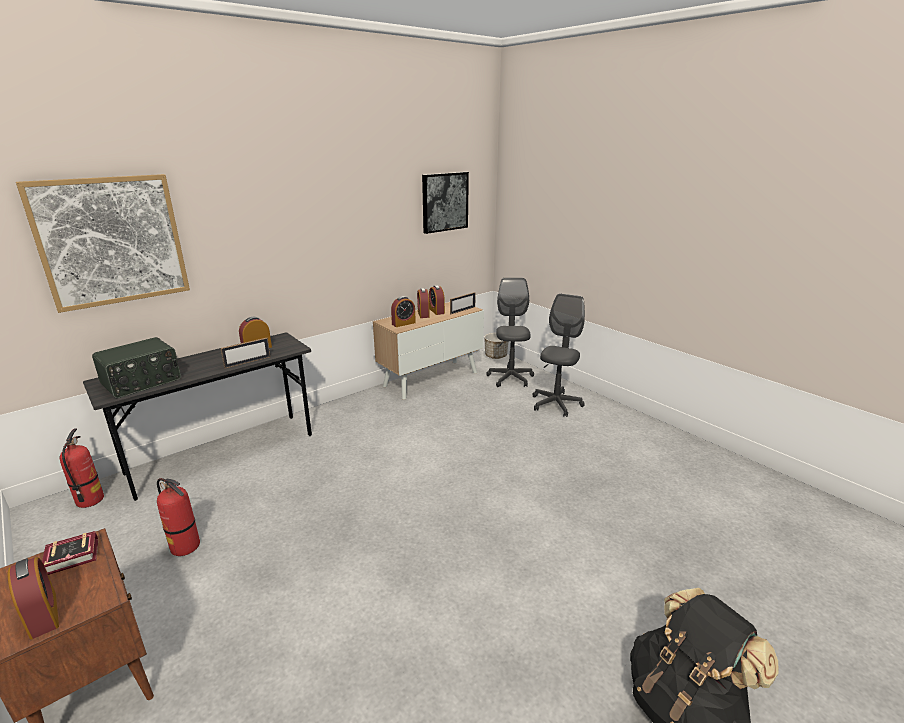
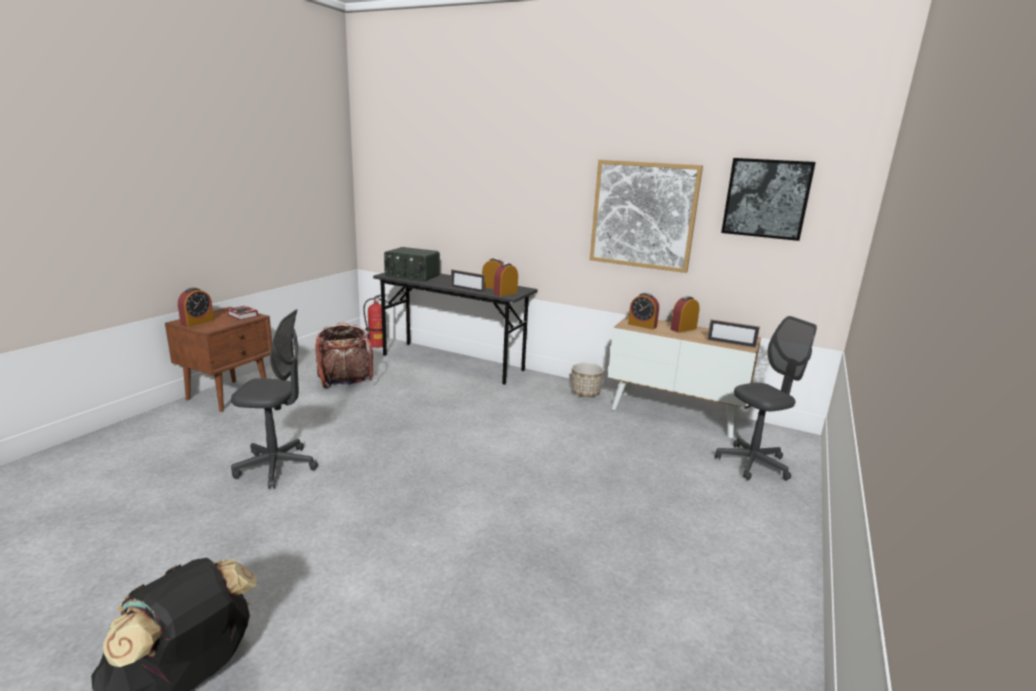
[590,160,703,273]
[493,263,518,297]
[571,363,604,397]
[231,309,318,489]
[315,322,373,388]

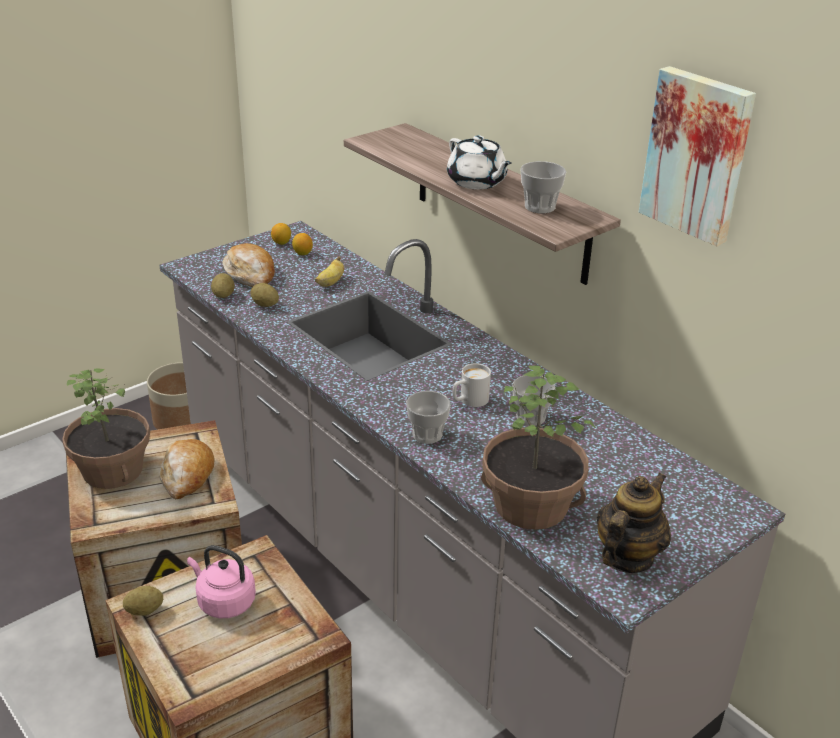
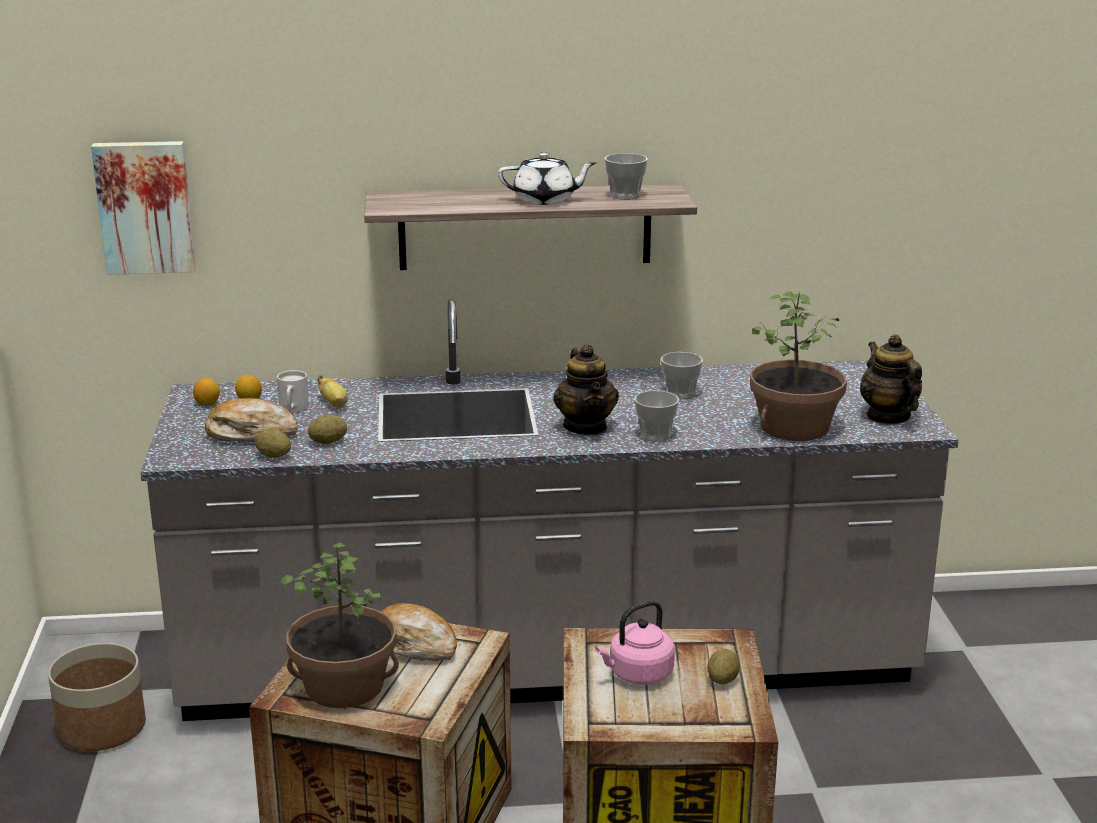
[553,344,619,435]
[707,649,740,684]
[277,370,309,413]
[91,141,196,275]

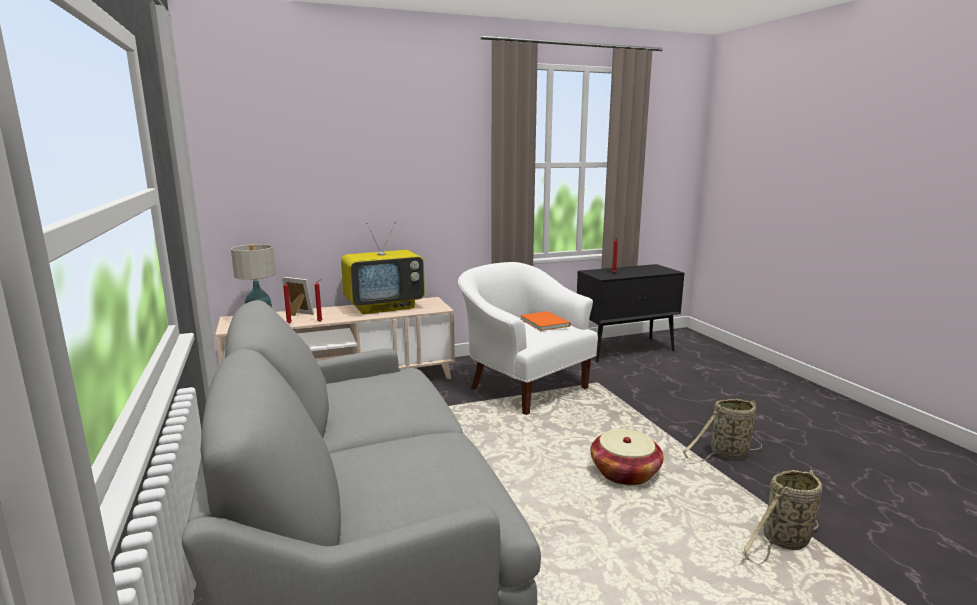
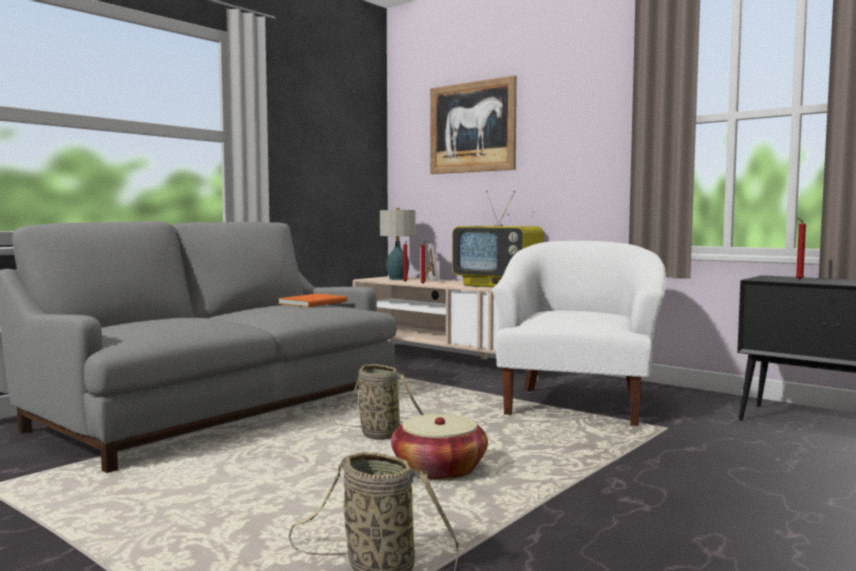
[430,75,517,174]
[278,294,347,307]
[332,364,424,440]

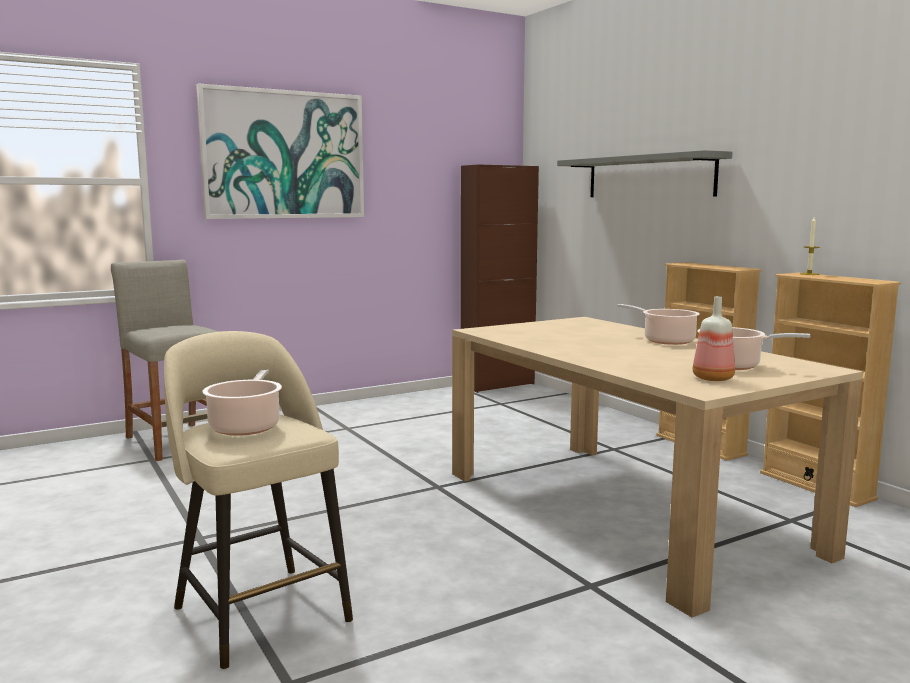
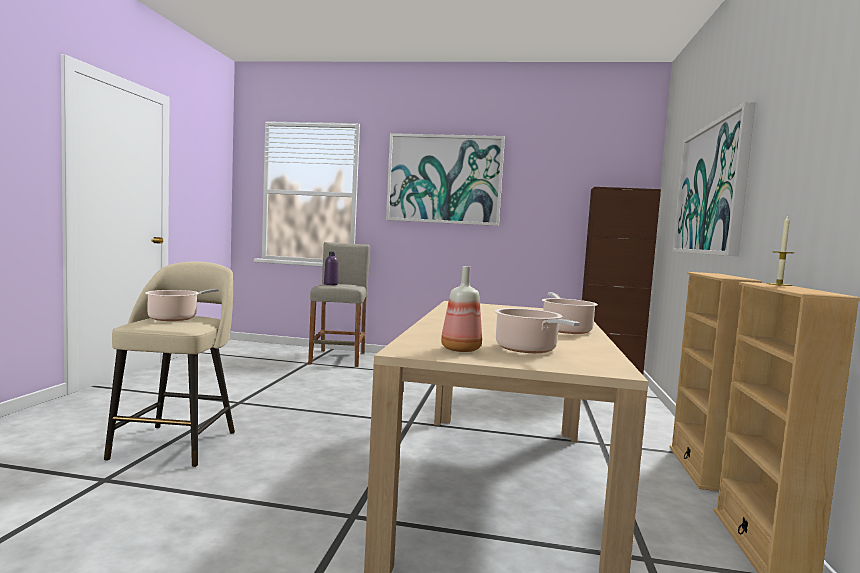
[324,252,338,285]
[672,102,756,256]

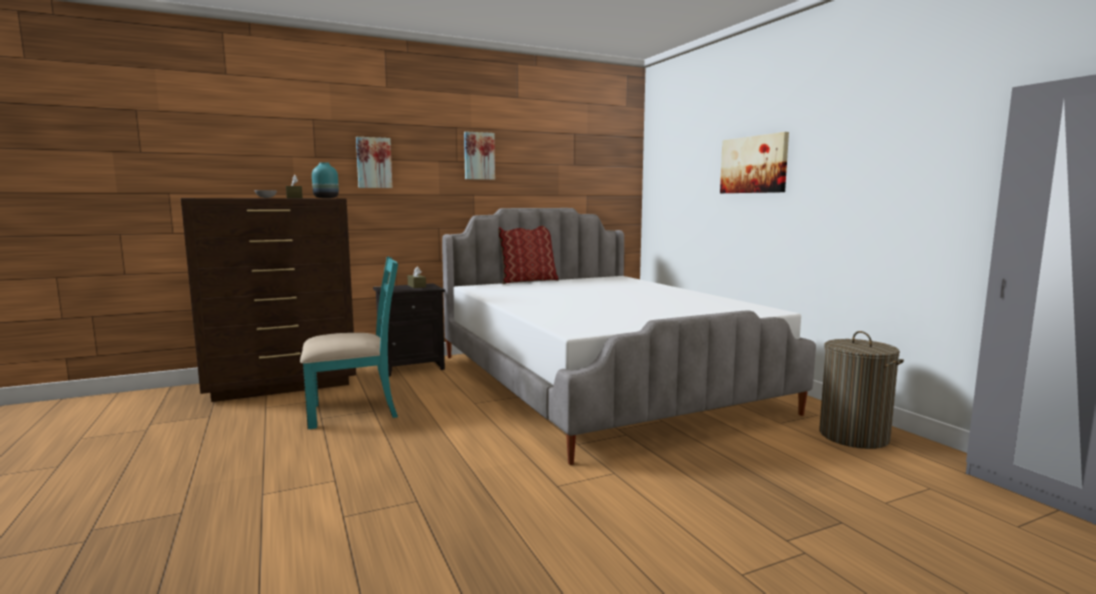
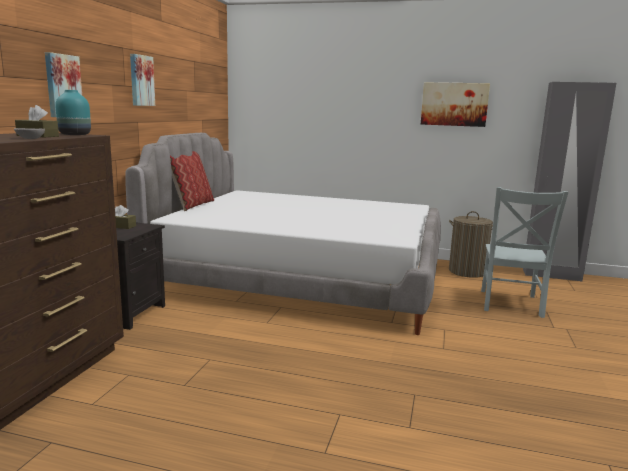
[300,256,398,429] (first image)
[481,187,569,318]
[421,82,490,127]

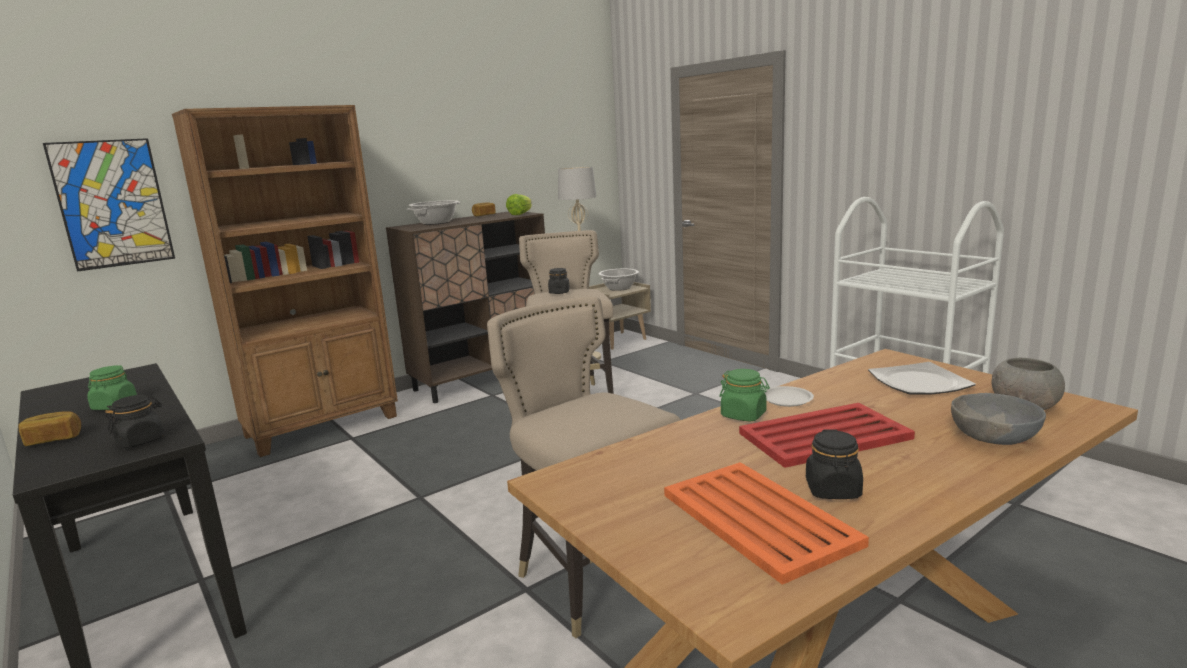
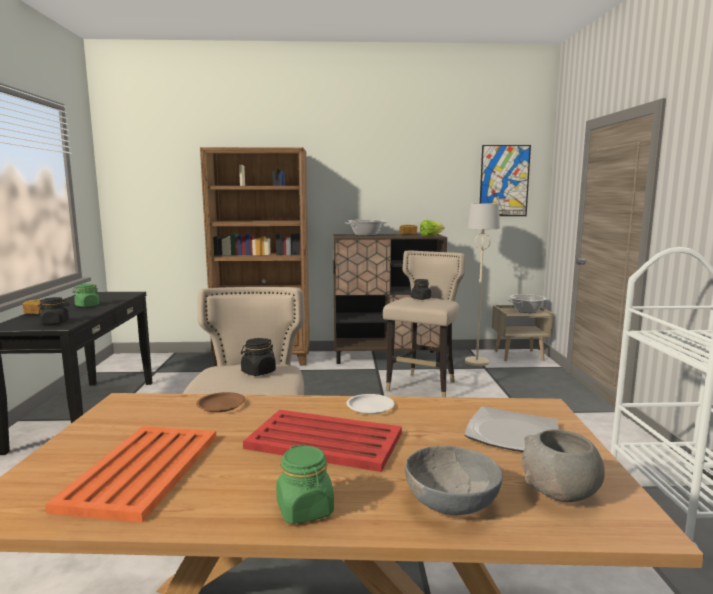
[196,392,245,412]
[480,145,531,216]
[276,444,334,524]
[241,338,276,376]

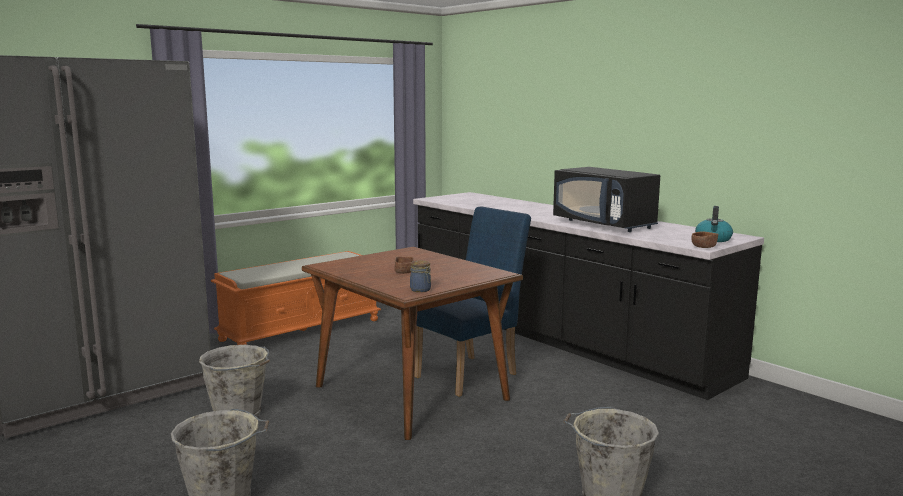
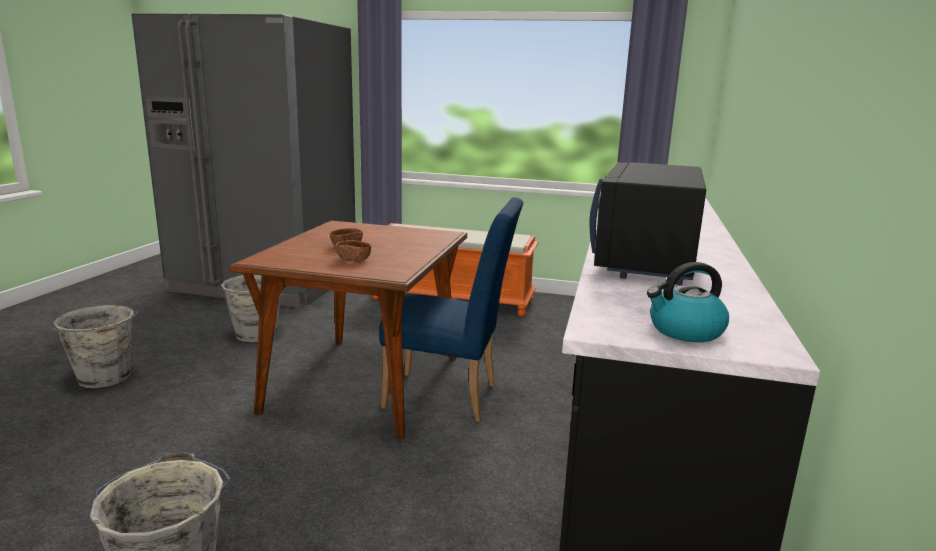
[410,261,431,292] (first image)
[335,240,371,262]

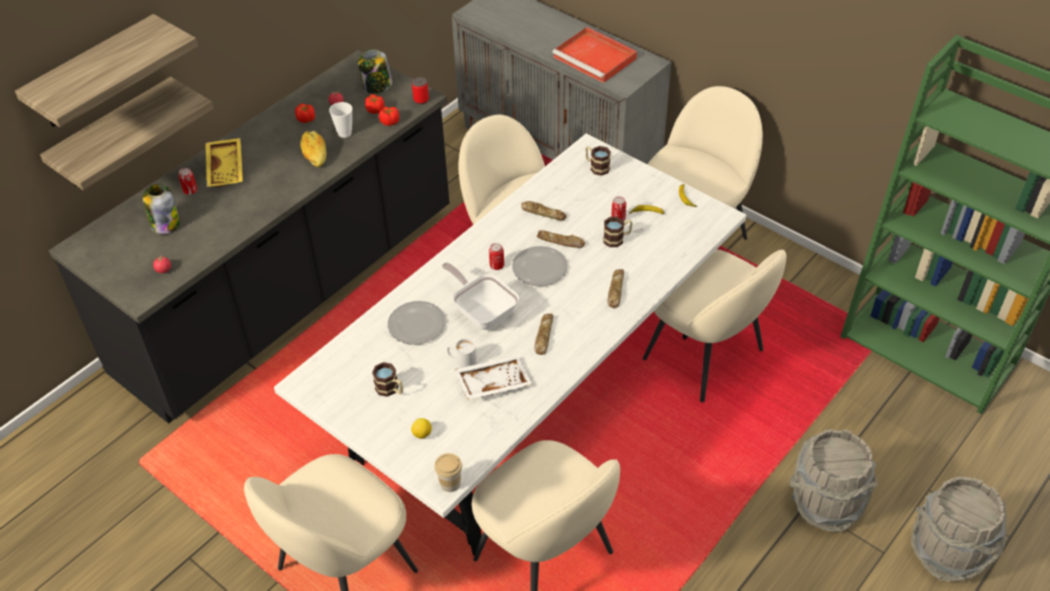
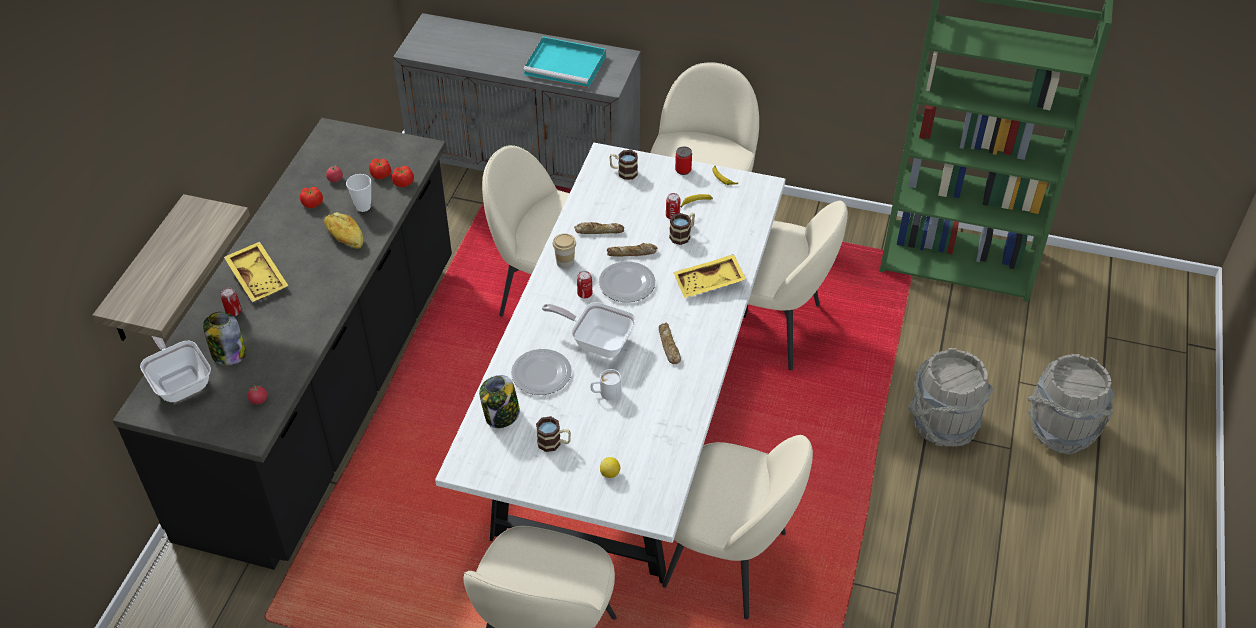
[15,14,198,127] (first image)
[454,355,533,399] (first image)
[140,336,211,402]
[479,375,520,428]
[675,146,692,175]
[553,233,576,269]
[673,254,746,298]
[523,36,606,88]

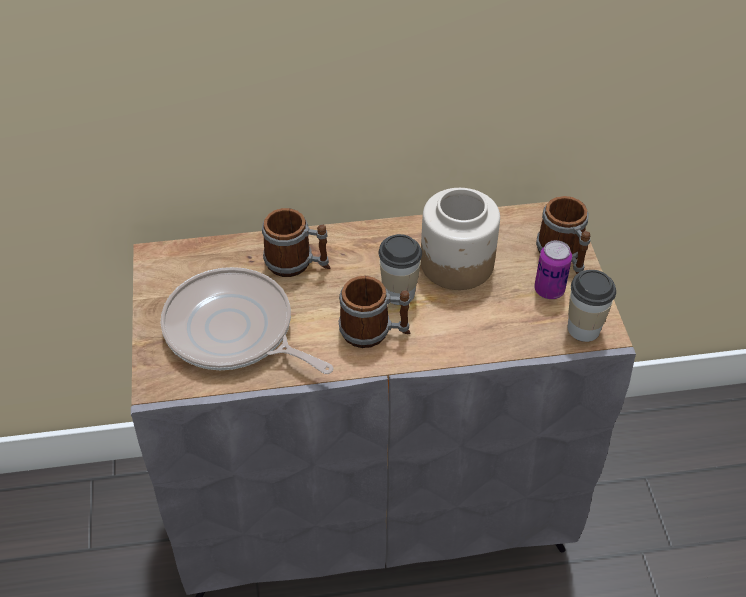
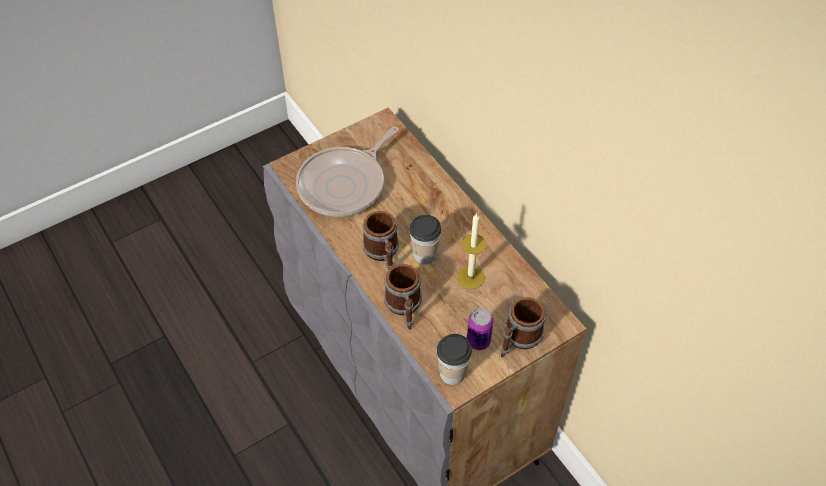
[384,264,422,330]
[457,213,486,289]
[296,126,399,217]

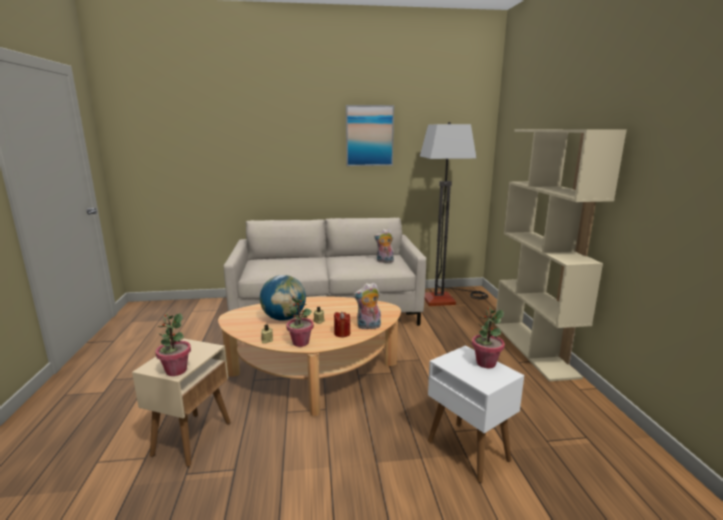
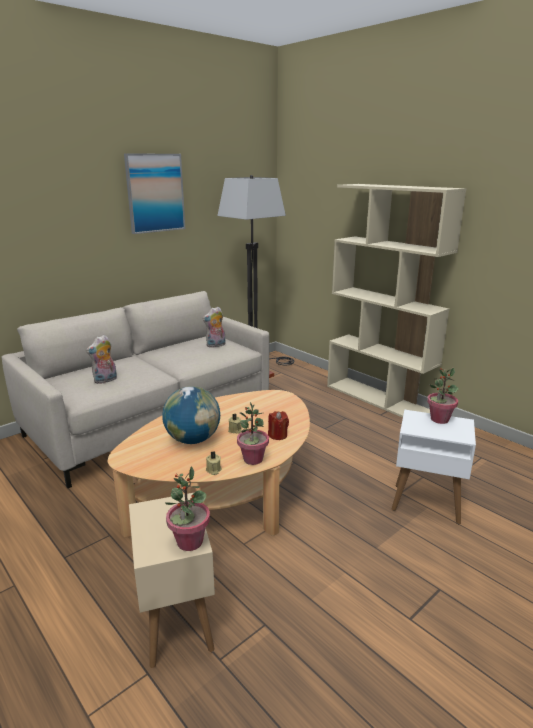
[86,335,117,384]

